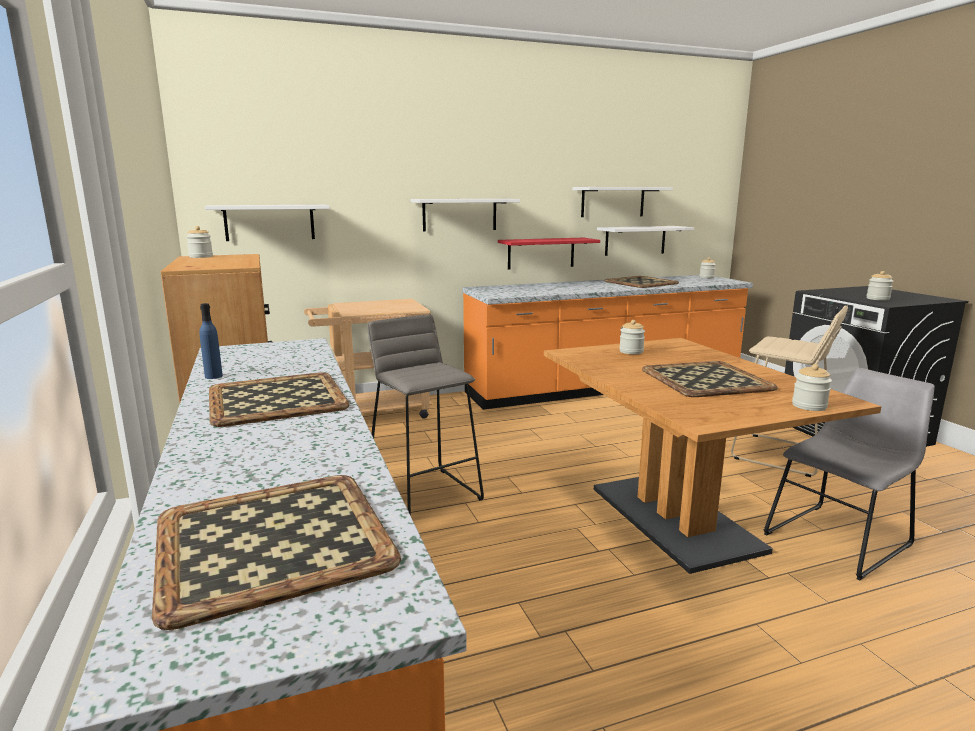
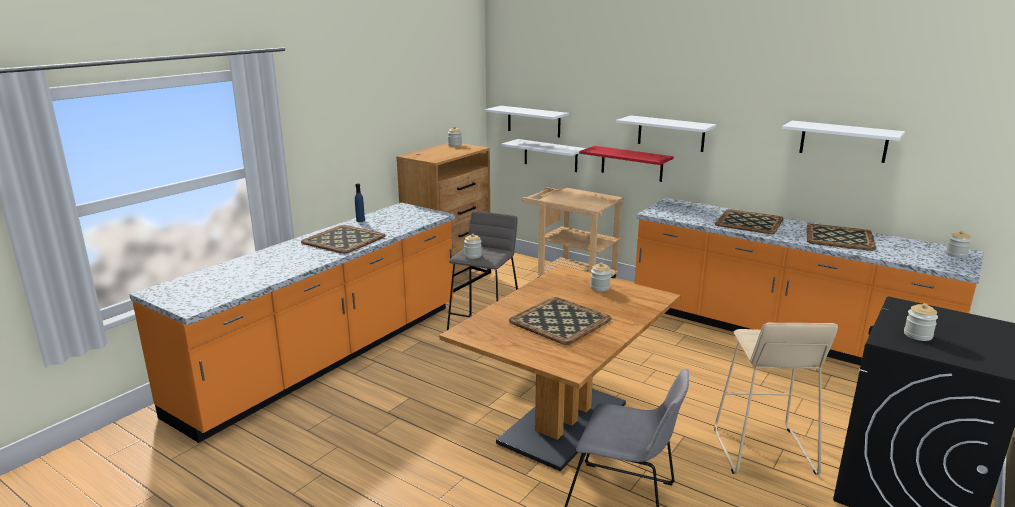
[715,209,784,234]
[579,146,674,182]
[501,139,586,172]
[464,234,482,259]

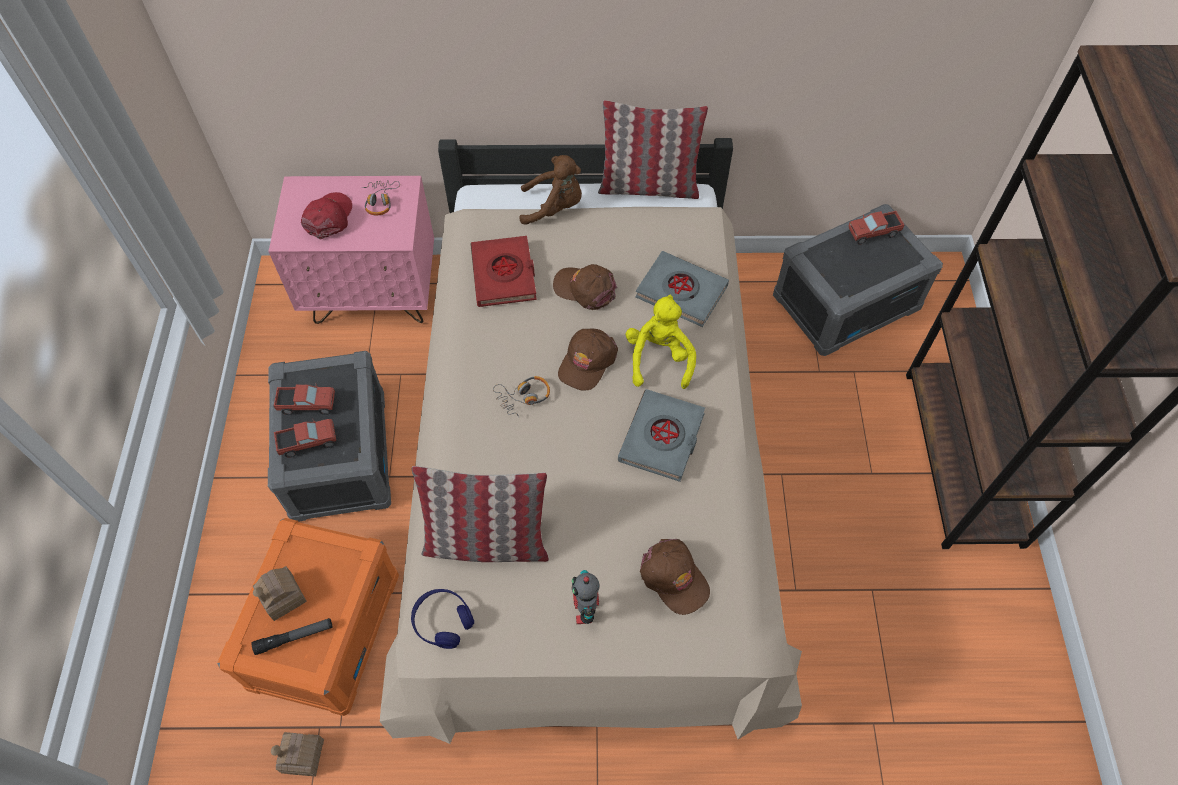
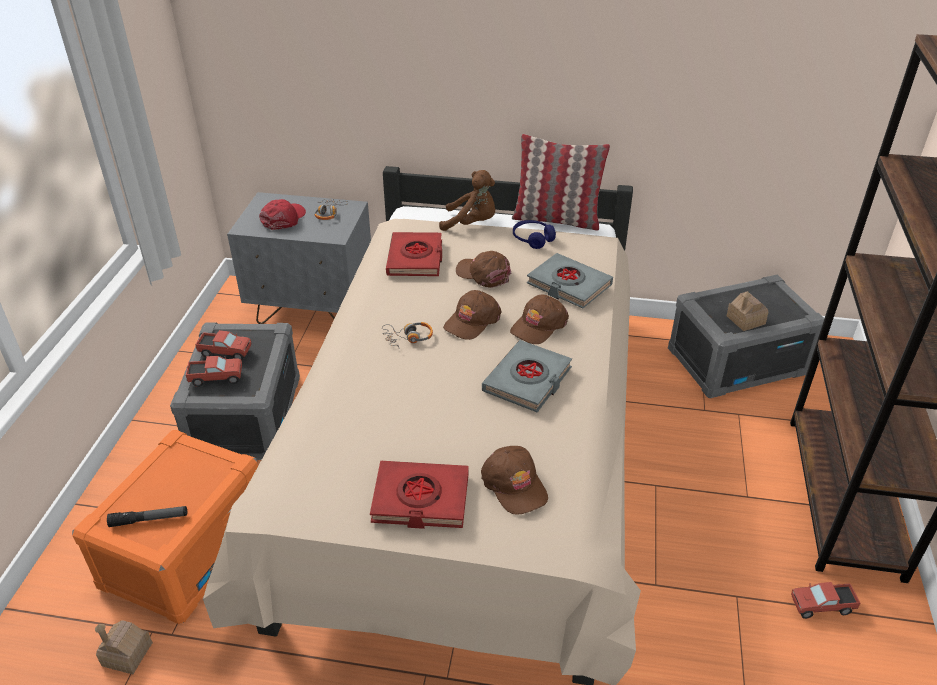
[412,466,549,562] (first image)
[726,291,768,331]
[513,220,556,249]
[791,582,860,619]
[370,461,469,529]
[510,295,569,344]
[227,192,371,324]

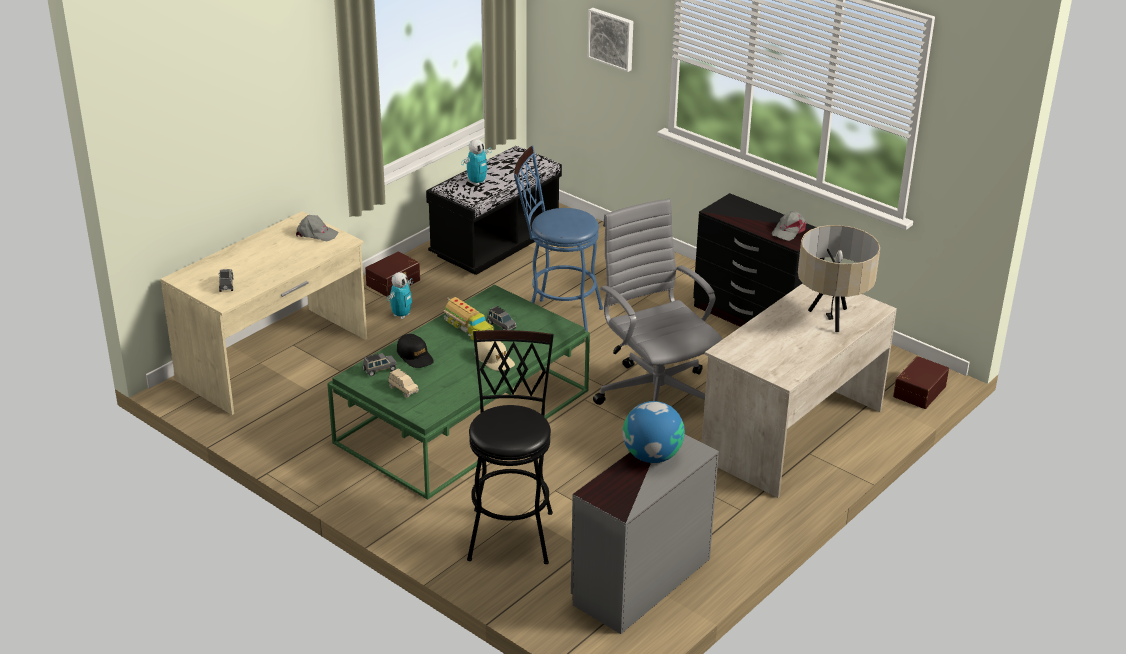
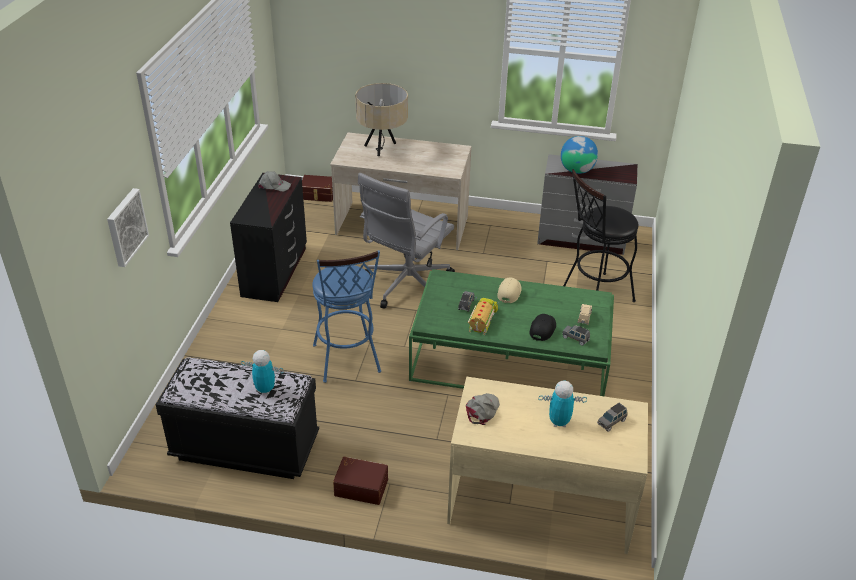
[538,380,587,427]
[466,393,500,425]

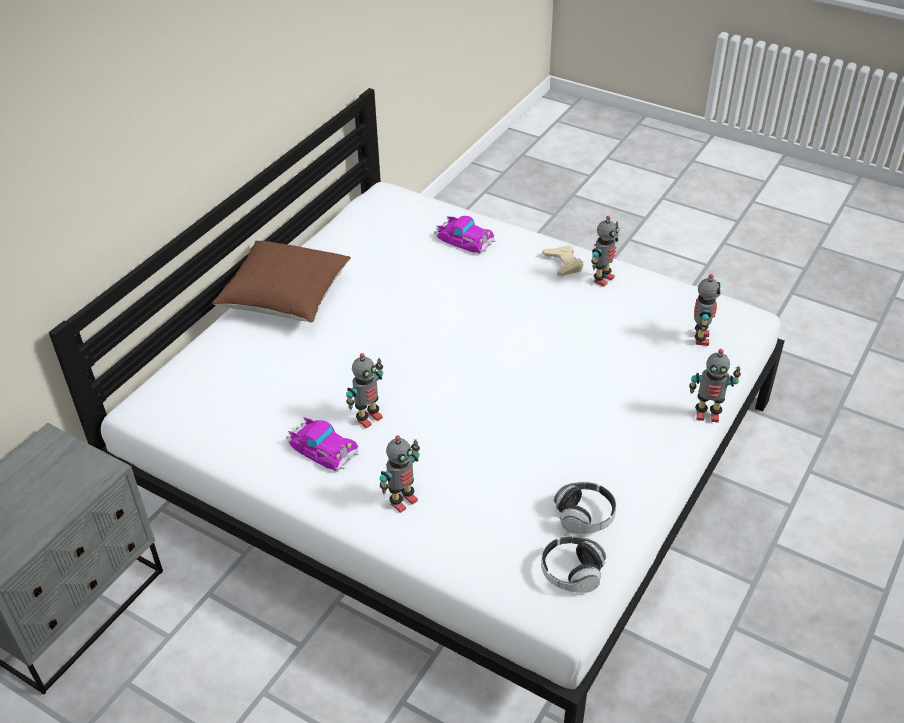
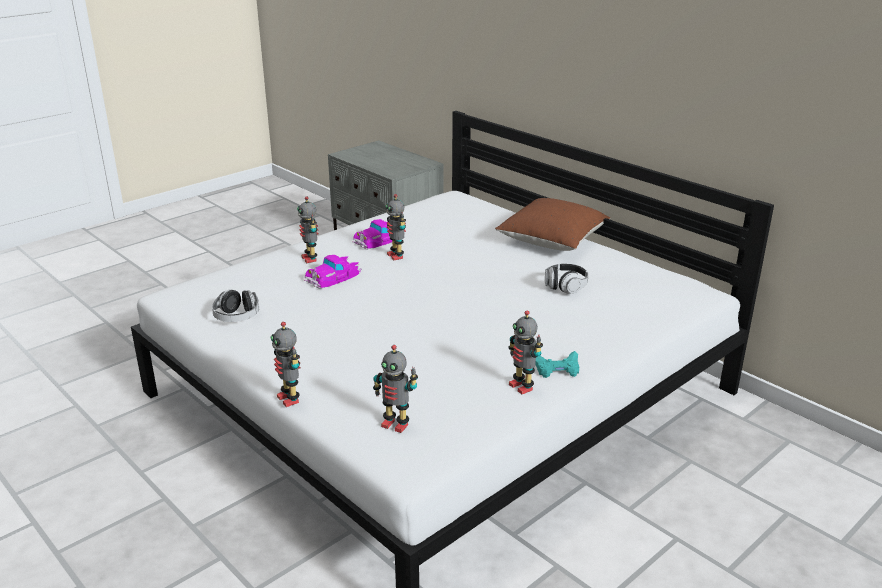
[304,255,362,289]
[545,264,589,294]
[535,351,579,378]
[271,322,301,407]

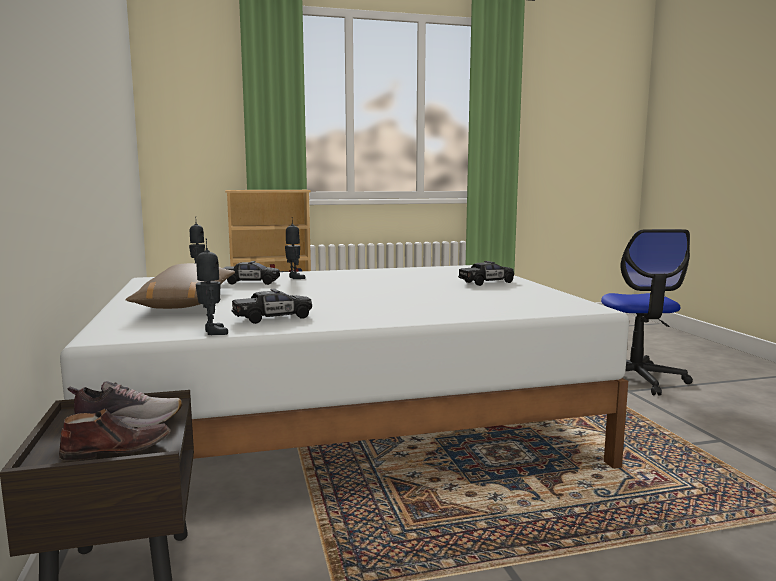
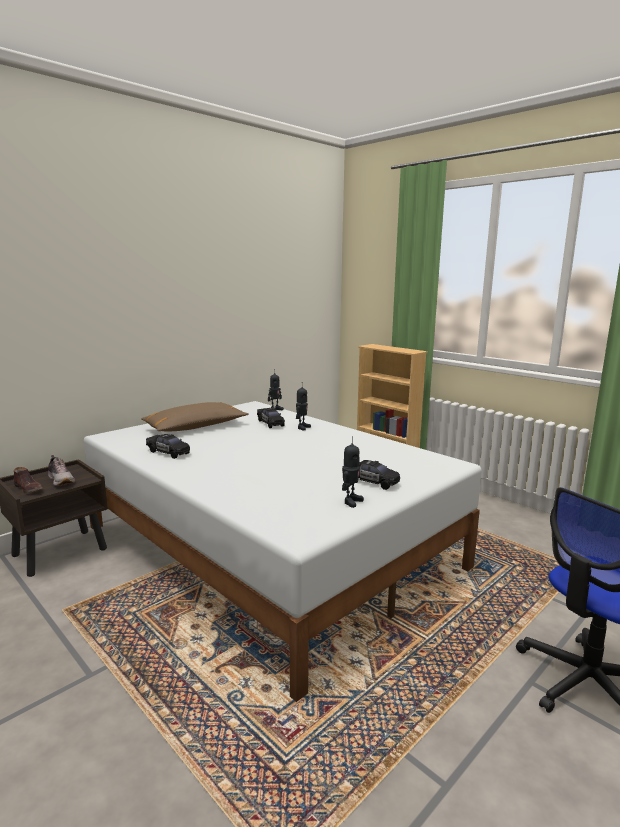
[342,436,364,508]

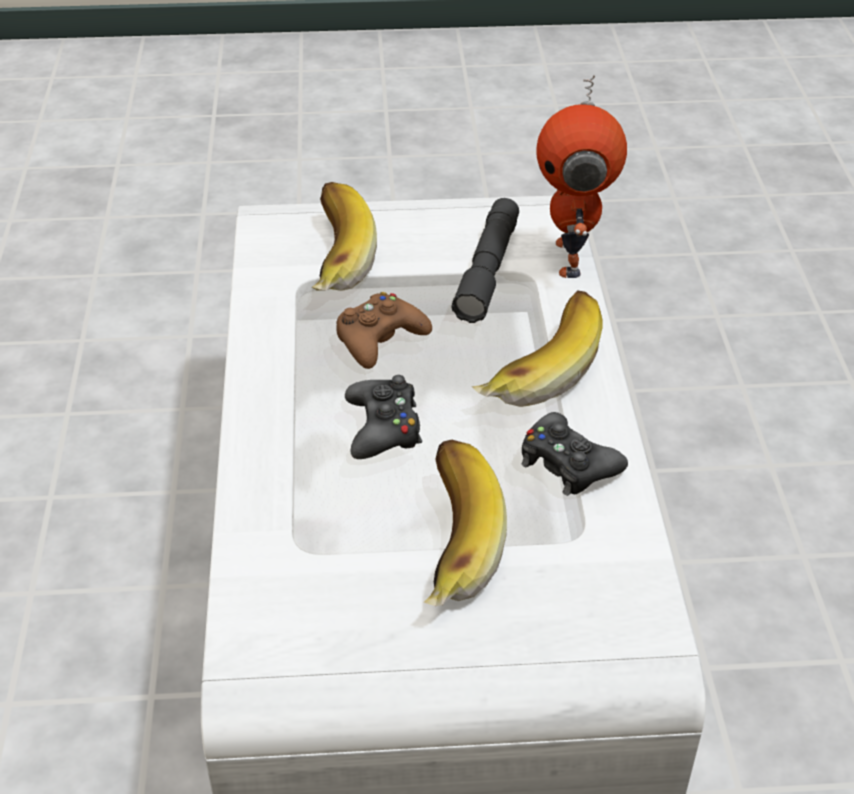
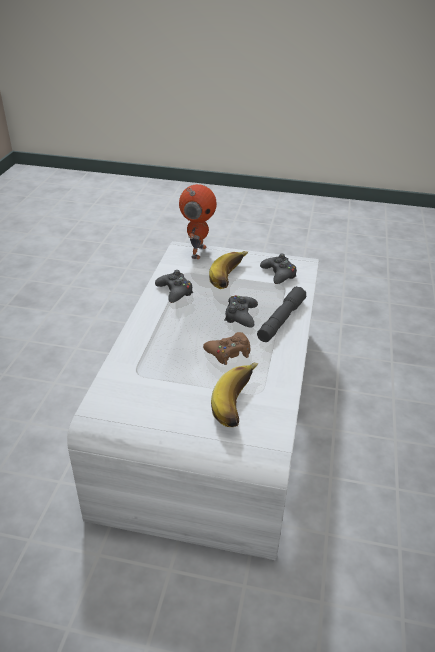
[471,290,603,407] (first image)
[260,254,297,284]
[257,286,306,342]
[179,184,217,259]

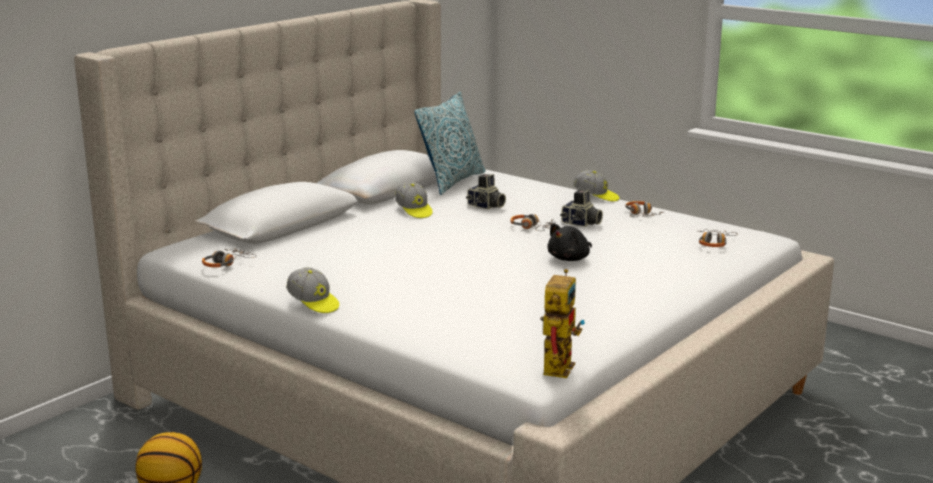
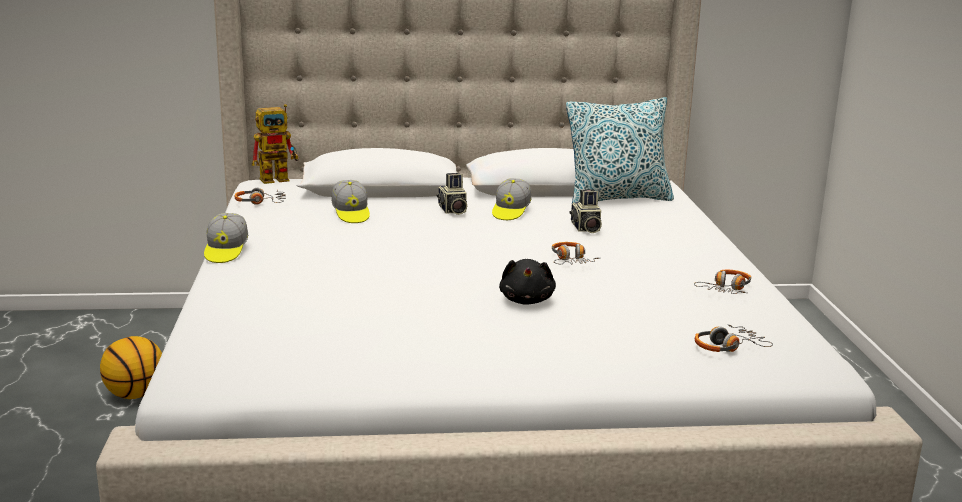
[252,104,299,184]
[437,173,467,215]
[331,180,370,223]
[499,259,556,304]

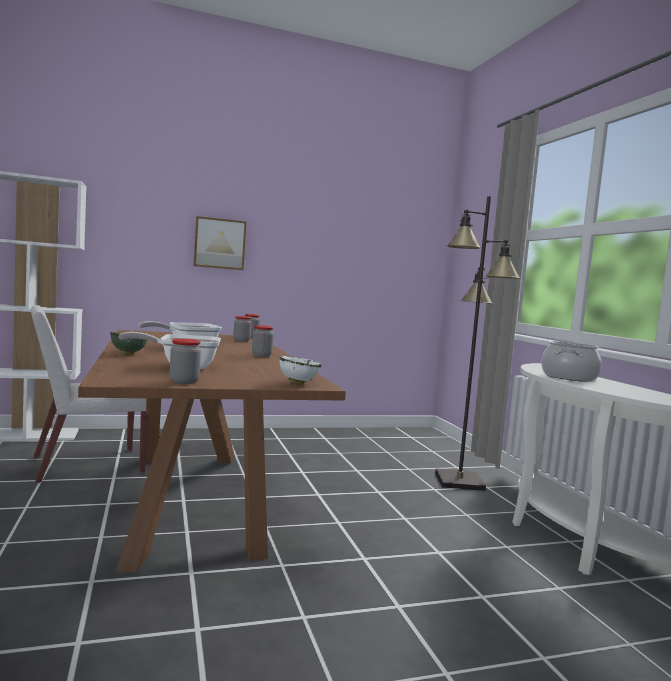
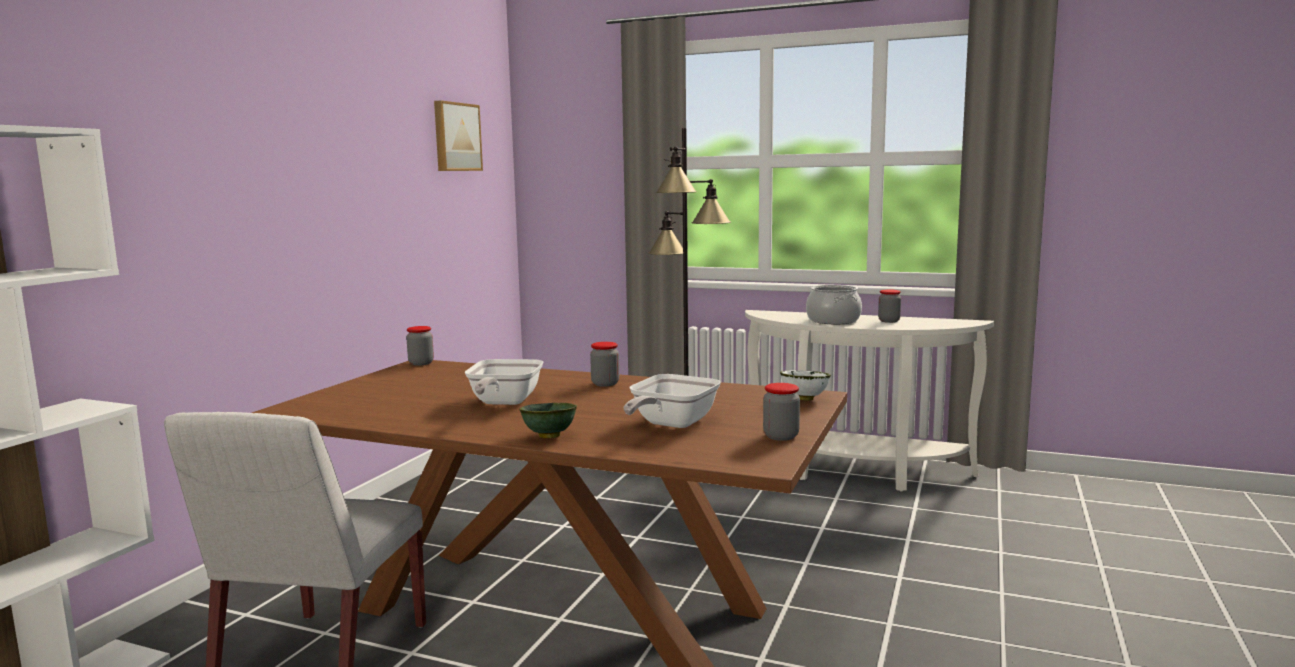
[434,101,483,171]
[878,289,901,323]

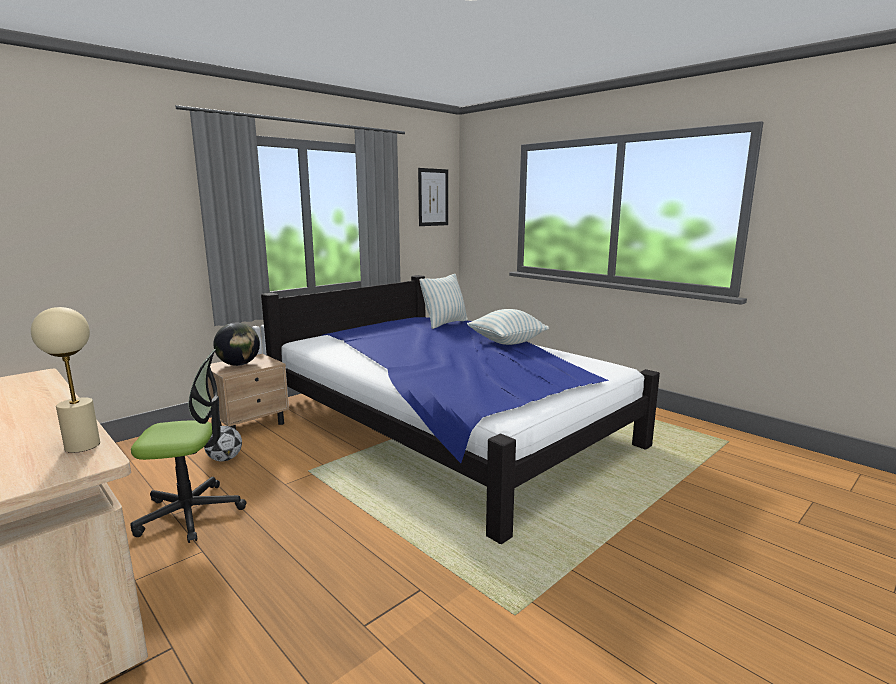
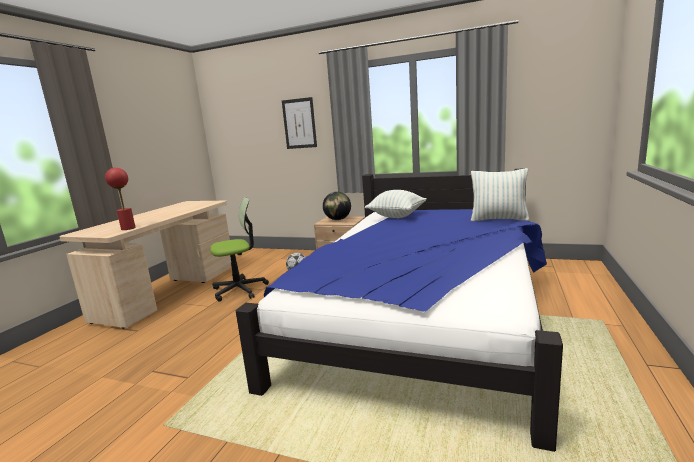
[282,97,317,149]
[365,190,426,218]
[105,168,136,230]
[210,197,269,301]

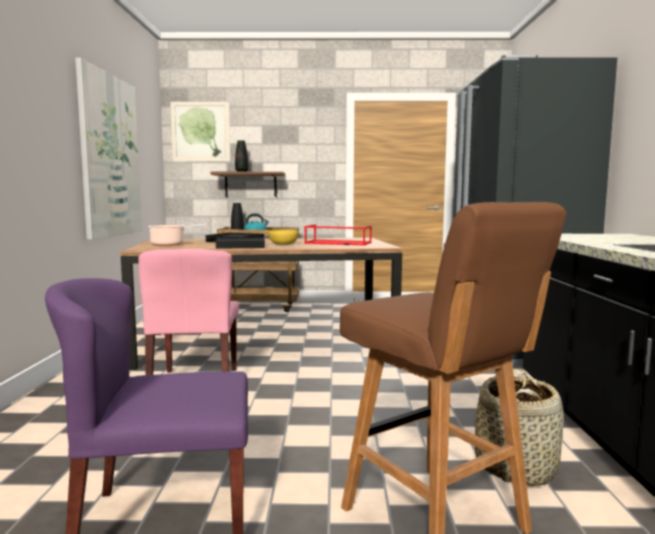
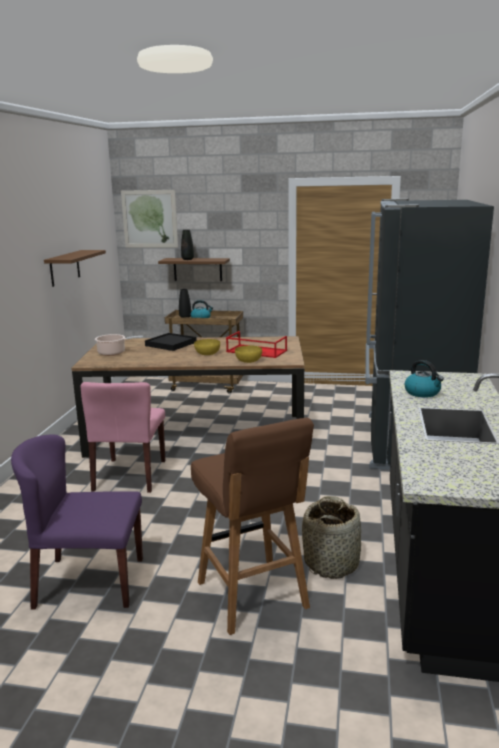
[216,237,265,249] (first image)
[235,345,262,363]
[405,360,444,397]
[44,250,106,287]

